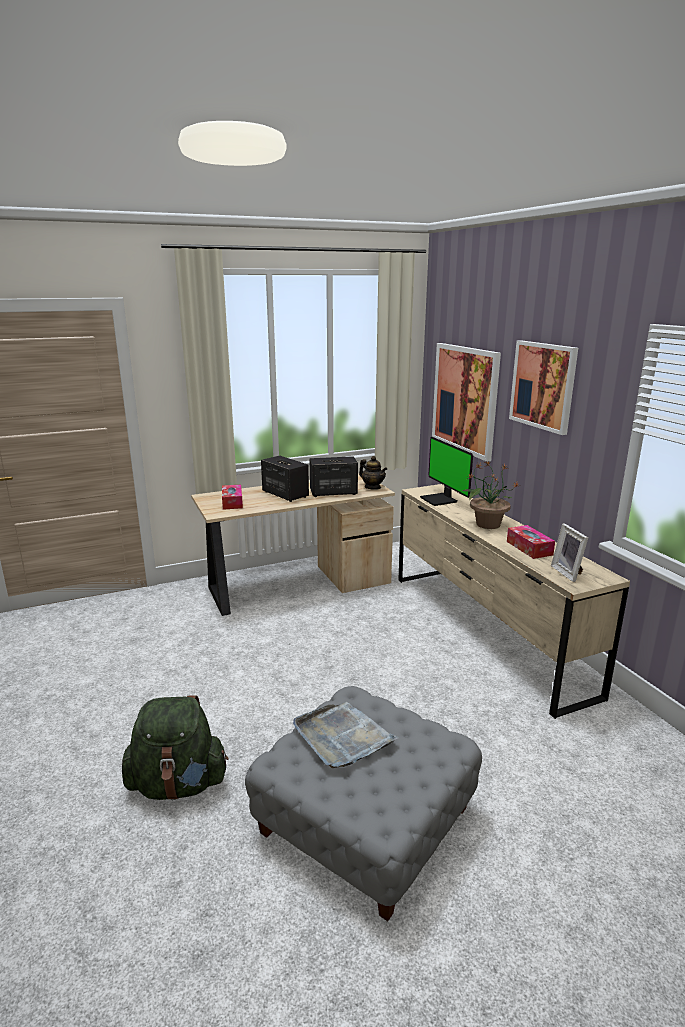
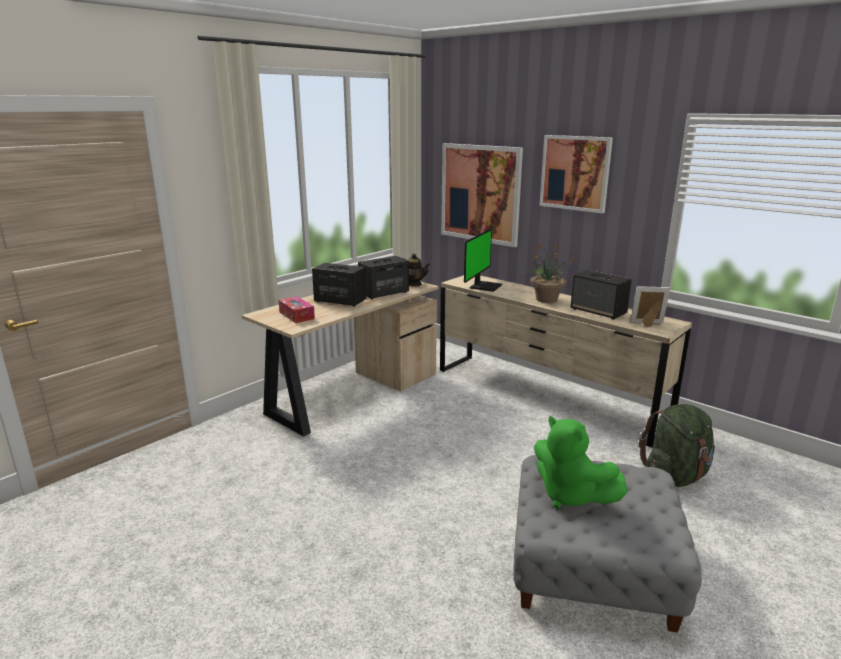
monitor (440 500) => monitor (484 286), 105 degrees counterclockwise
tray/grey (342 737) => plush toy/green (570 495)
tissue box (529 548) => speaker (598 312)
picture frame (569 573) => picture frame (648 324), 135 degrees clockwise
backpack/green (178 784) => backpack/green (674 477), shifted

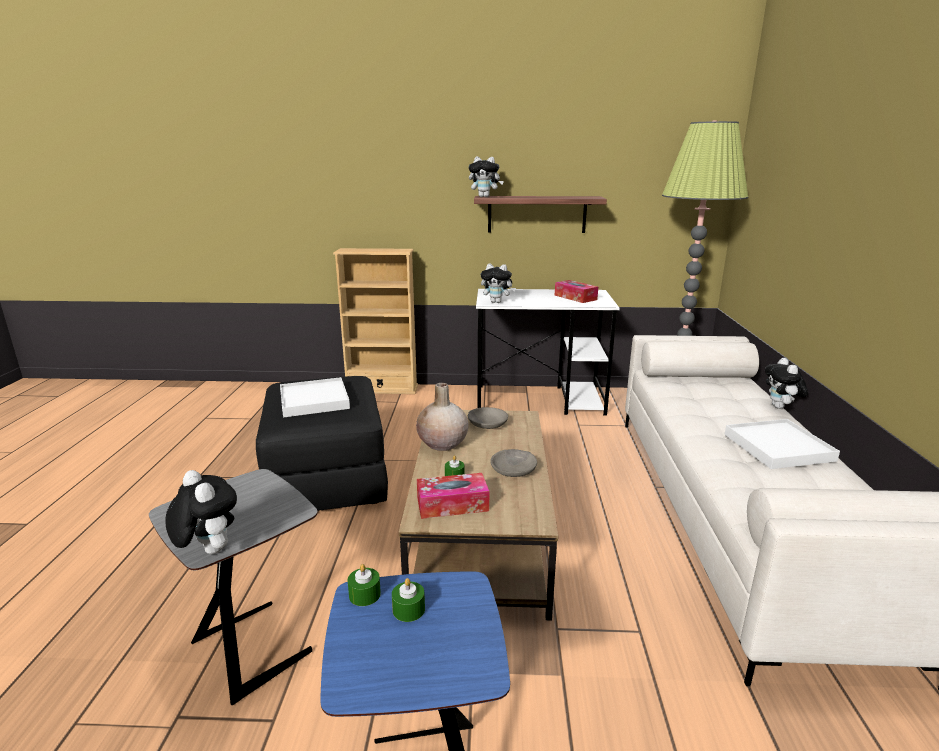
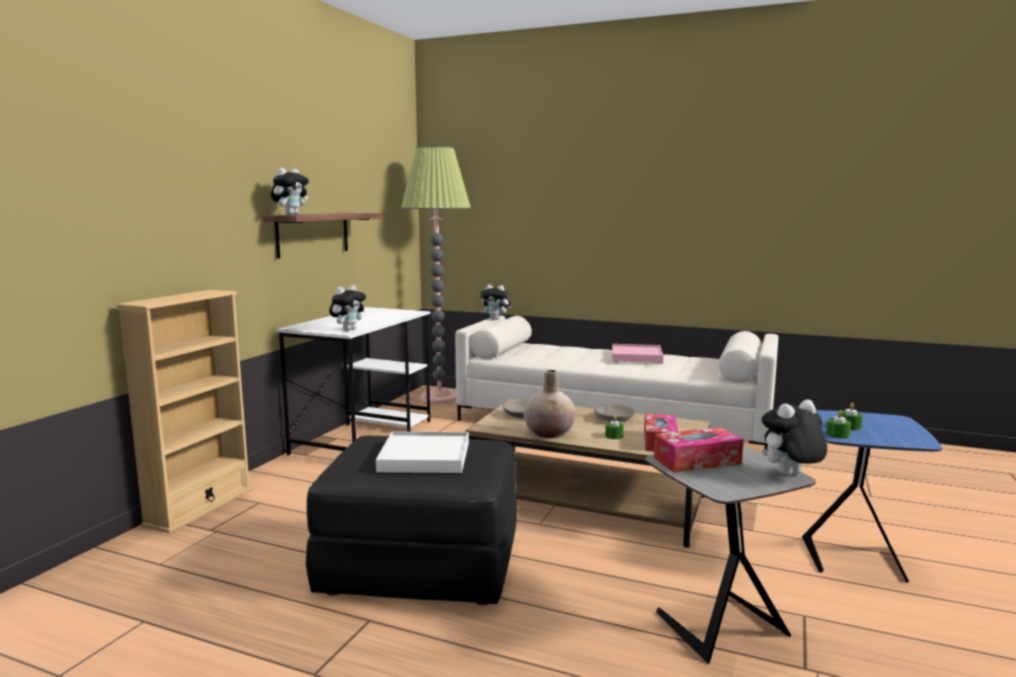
plush toy (780 407) => plush toy (496 319), shifted
tray/white (778 447) => tray/pink (636 356)
tissue box (575 297) => tissue box (697 461), shifted

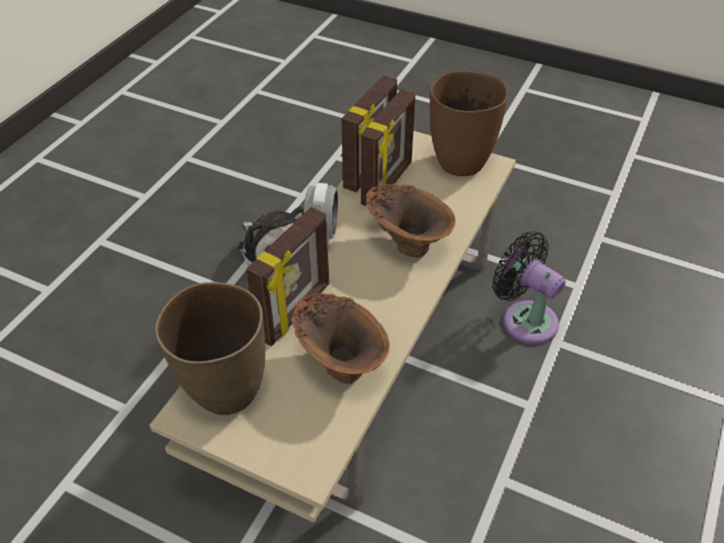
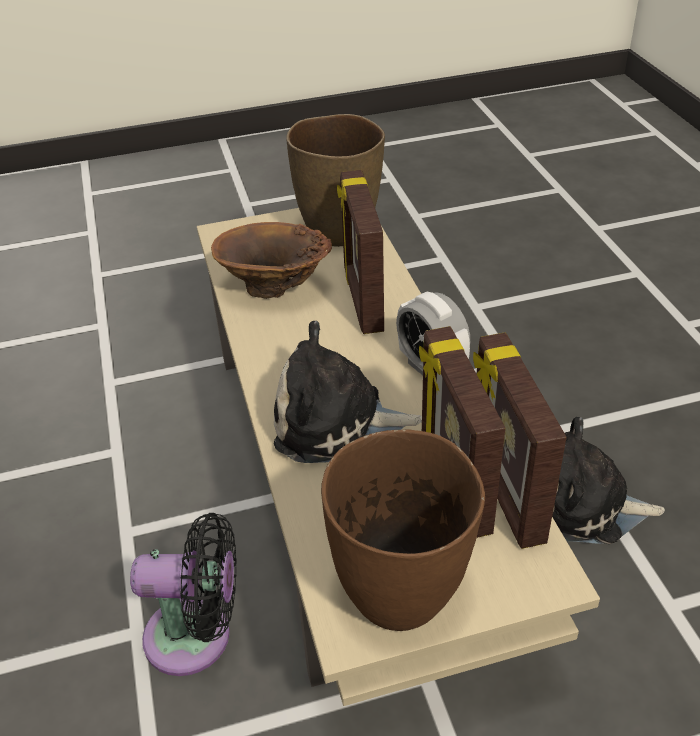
vase/brown (407 243) => plush toy (337 424)

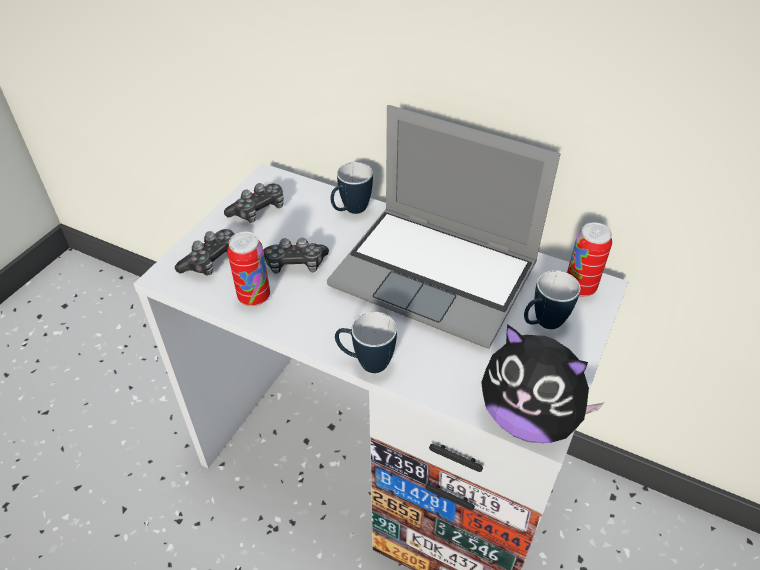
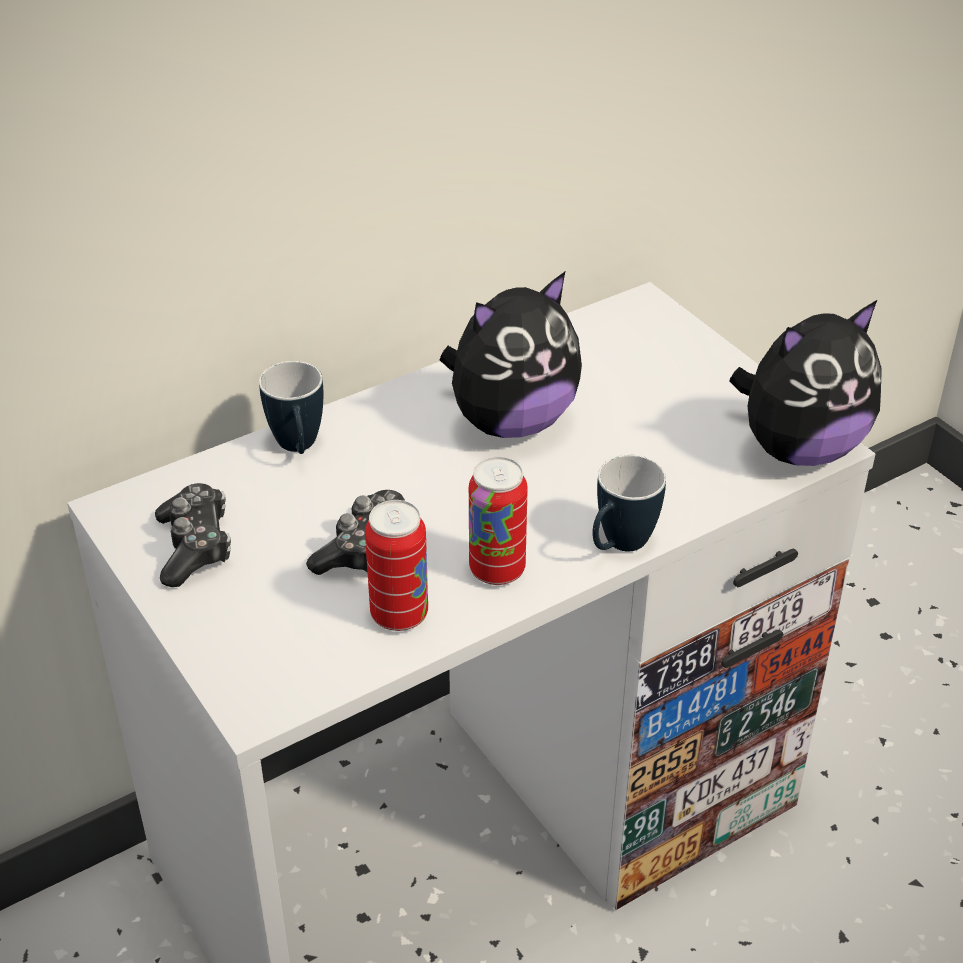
laptop (437 275) => plush toy (511 421)
can (580 287) => can (497 570), shifted
game controller (211 260) => nothing
mug (542 324) => nothing

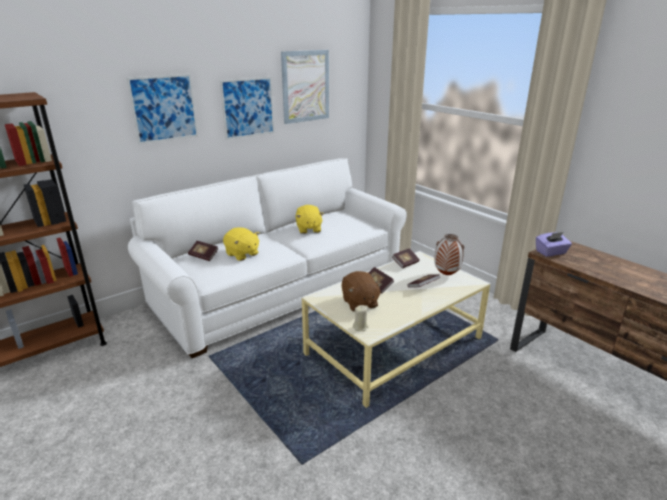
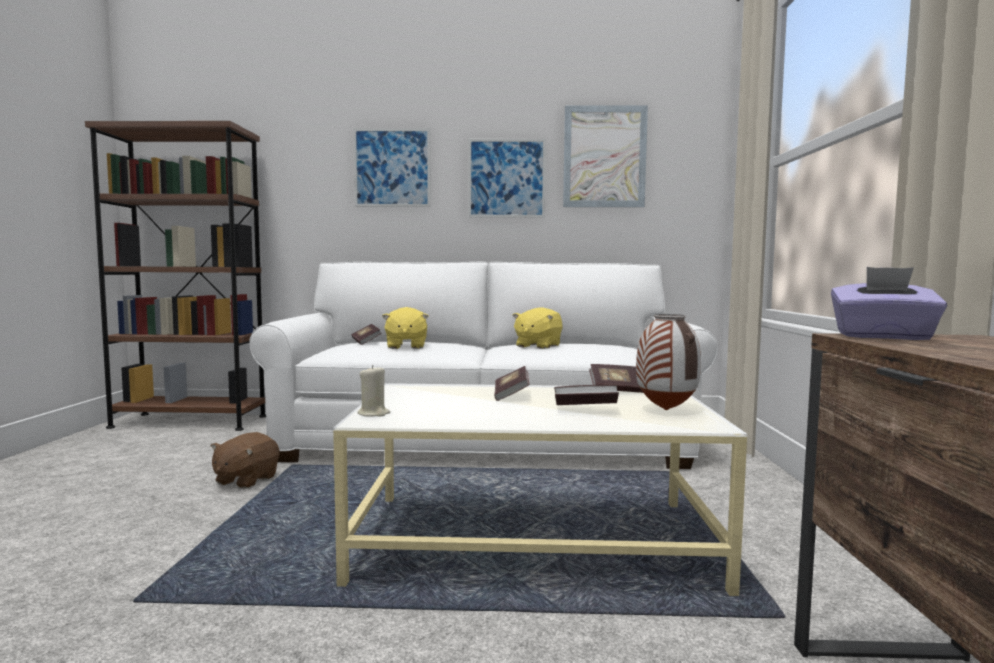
plush toy/brown (359 303) => plush toy/brown (245 480), shifted

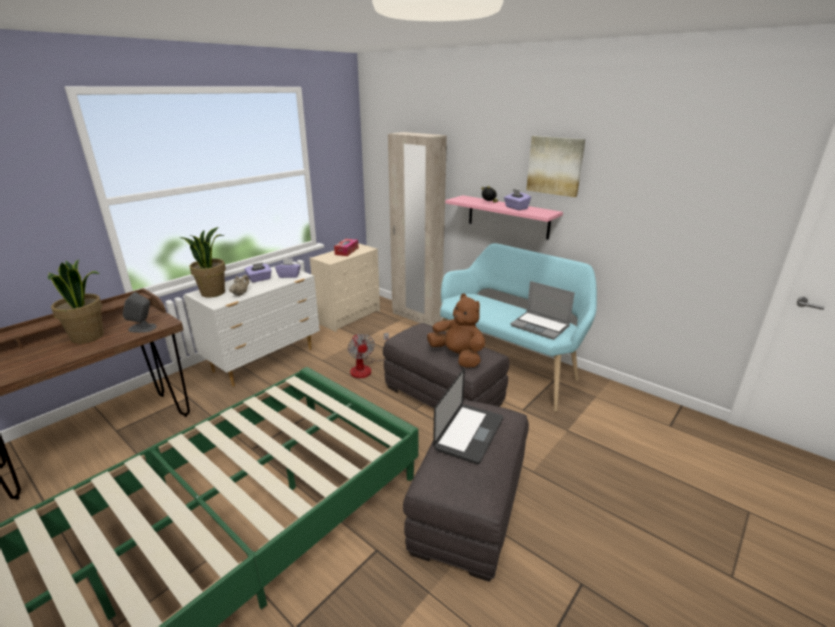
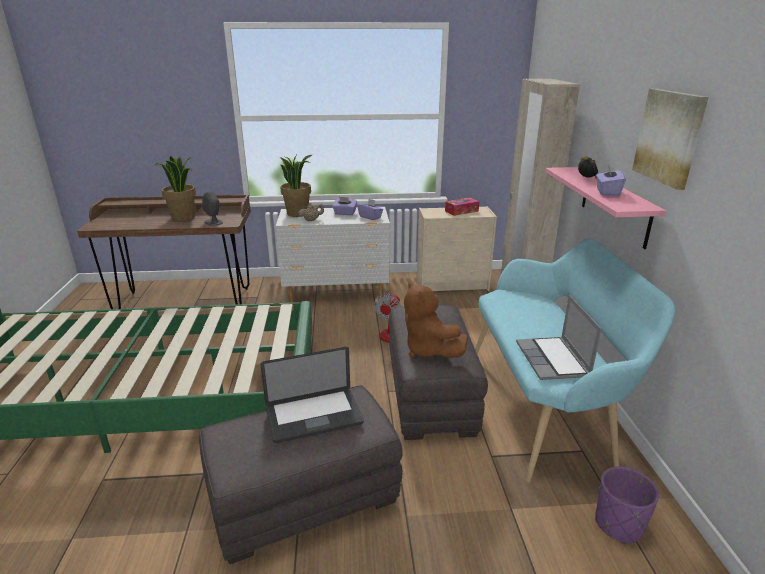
plush toy/brown (458 356) => plush toy/brown (428 350), 150 degrees clockwise
nothing => planter/purple (618 525)

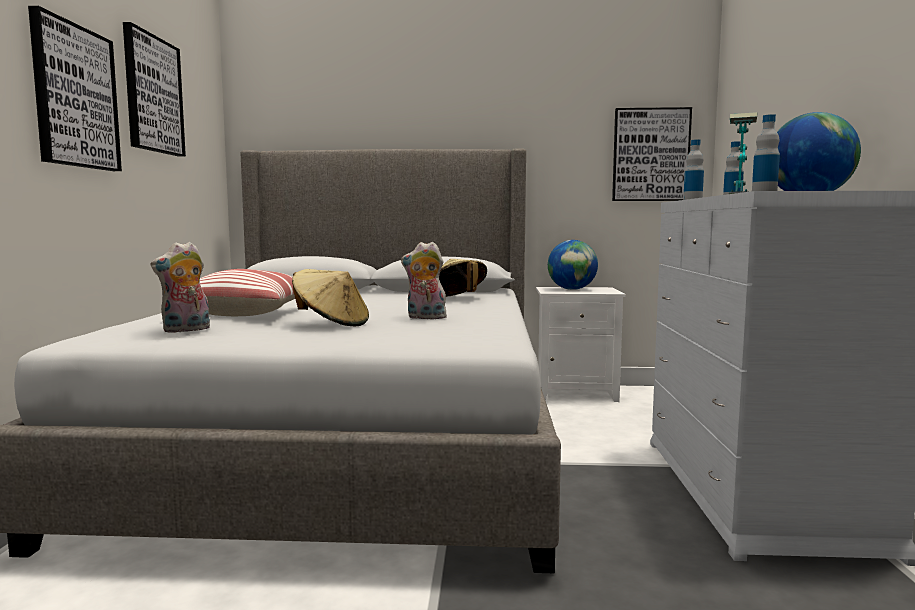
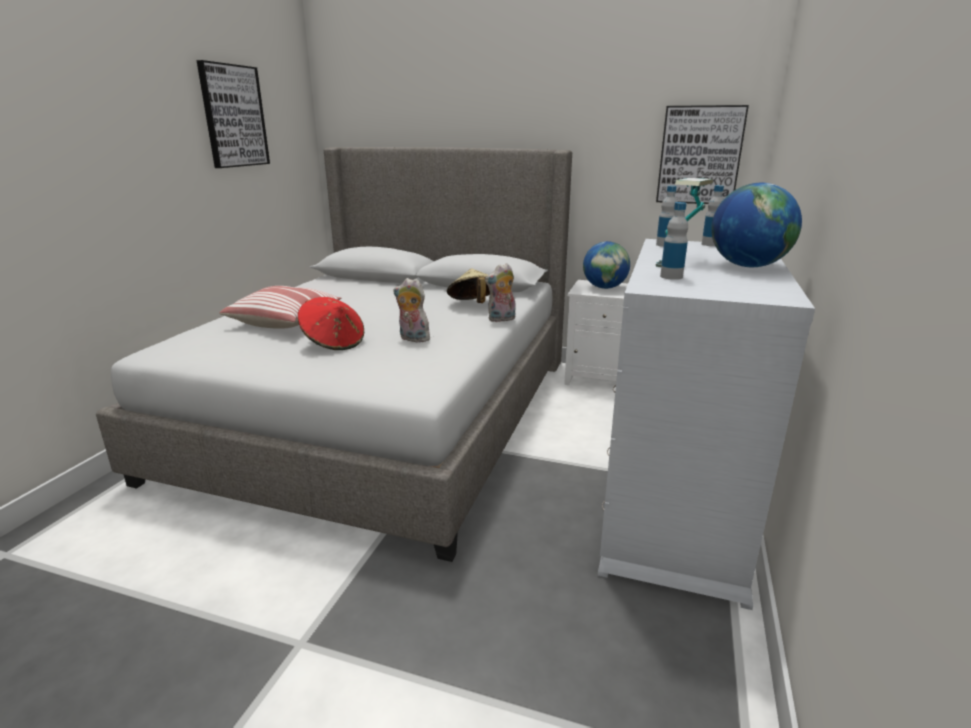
hat/beige (331 324) => hat/red (333 343)
plush toy (186 330) => plush toy (501 319), shifted
picture (75 97) => nothing

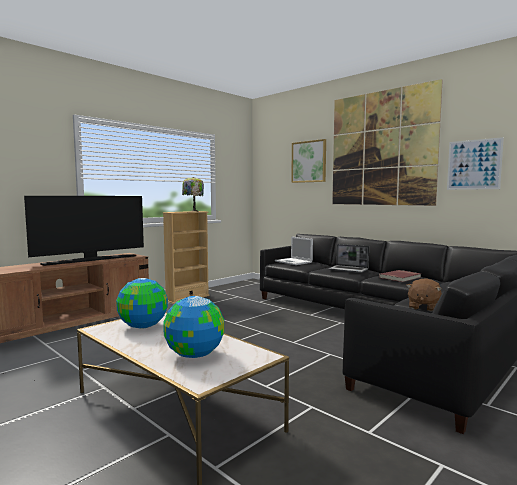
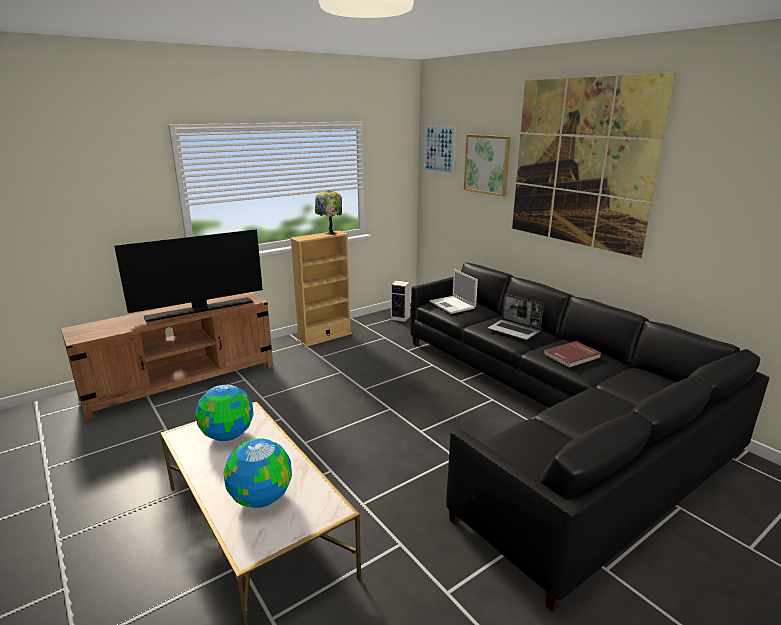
nothing => speaker (401 318)
picture (474 164) => picture (439 149), shifted
plush toy/brown (423 307) => nothing

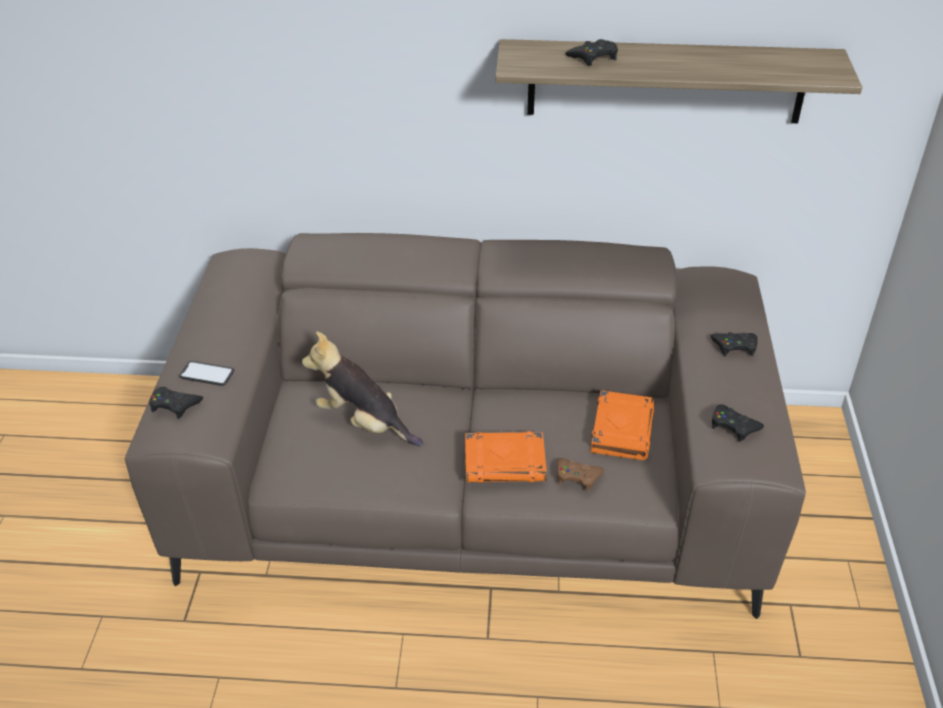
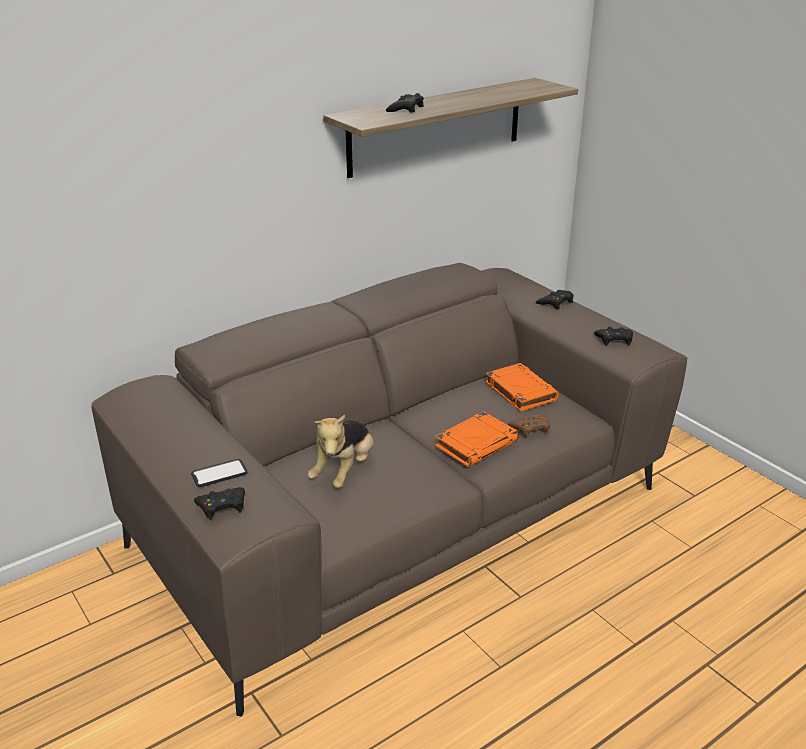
plush toy (364 423) => plush toy (344 470), 60 degrees counterclockwise

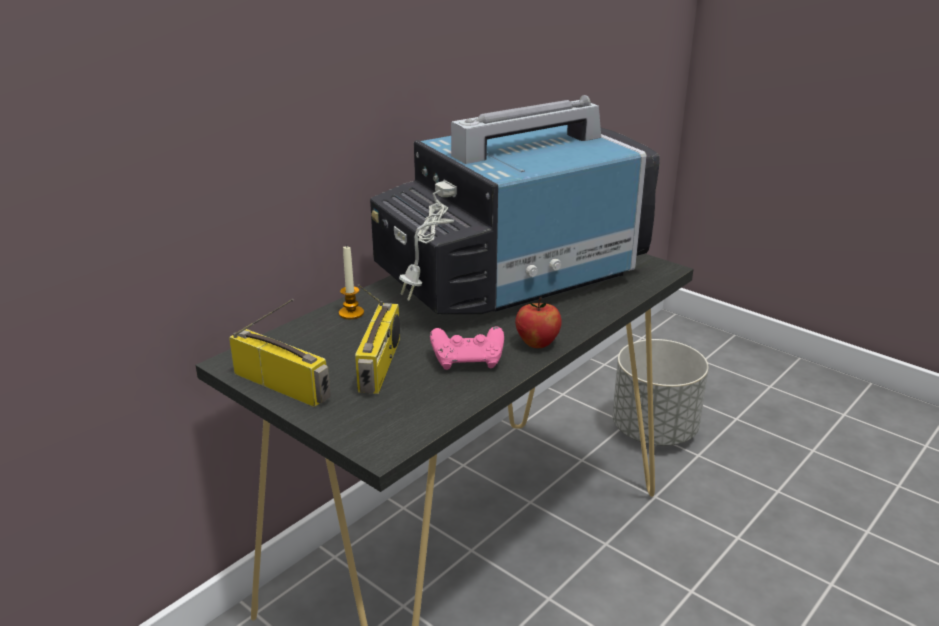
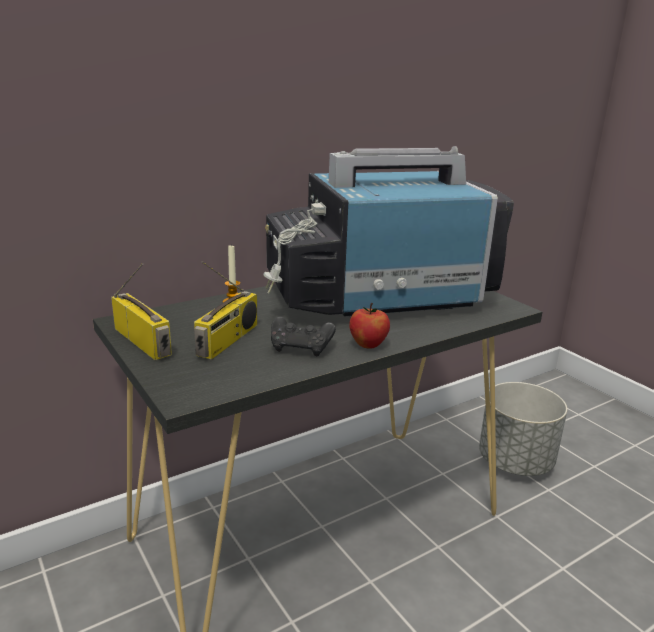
game controller/pink (468 361) => game controller/black (301 348)

